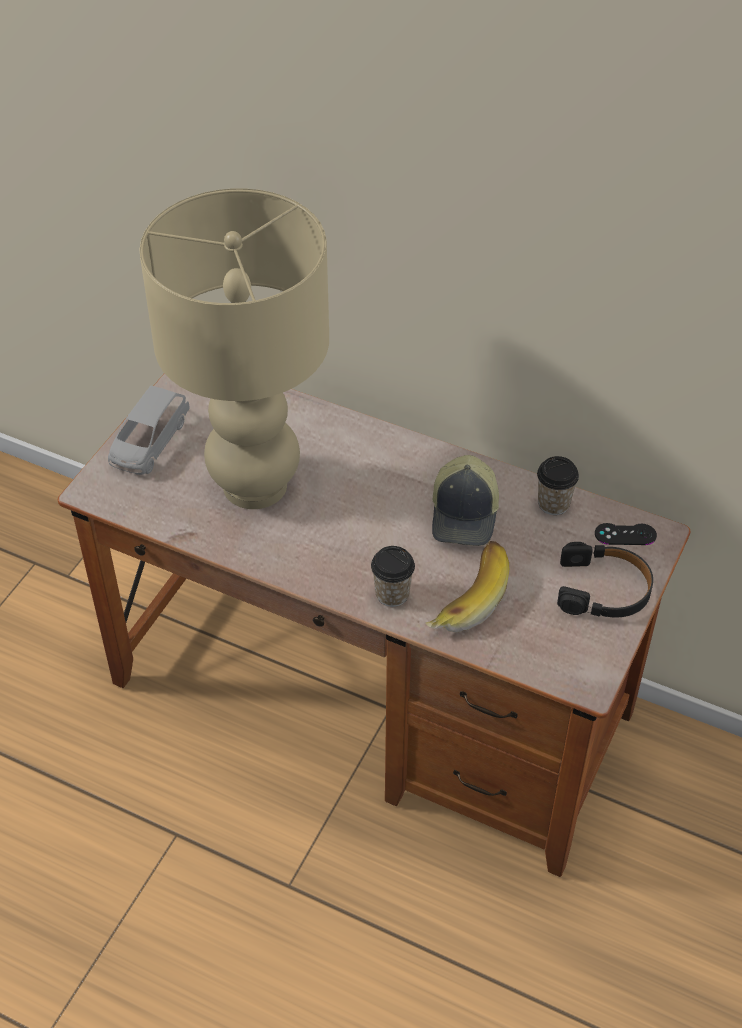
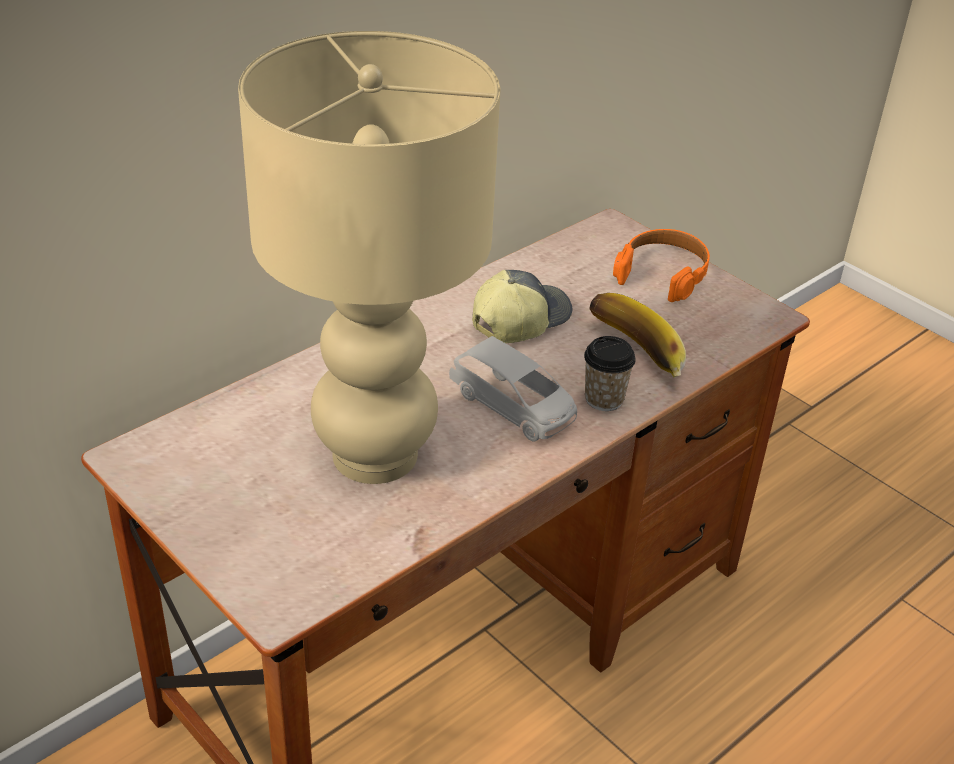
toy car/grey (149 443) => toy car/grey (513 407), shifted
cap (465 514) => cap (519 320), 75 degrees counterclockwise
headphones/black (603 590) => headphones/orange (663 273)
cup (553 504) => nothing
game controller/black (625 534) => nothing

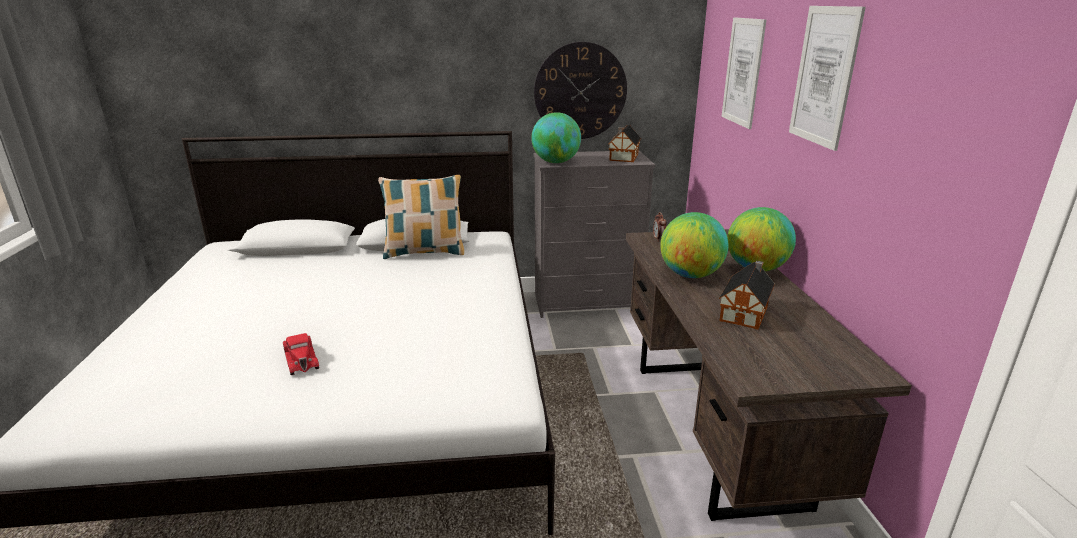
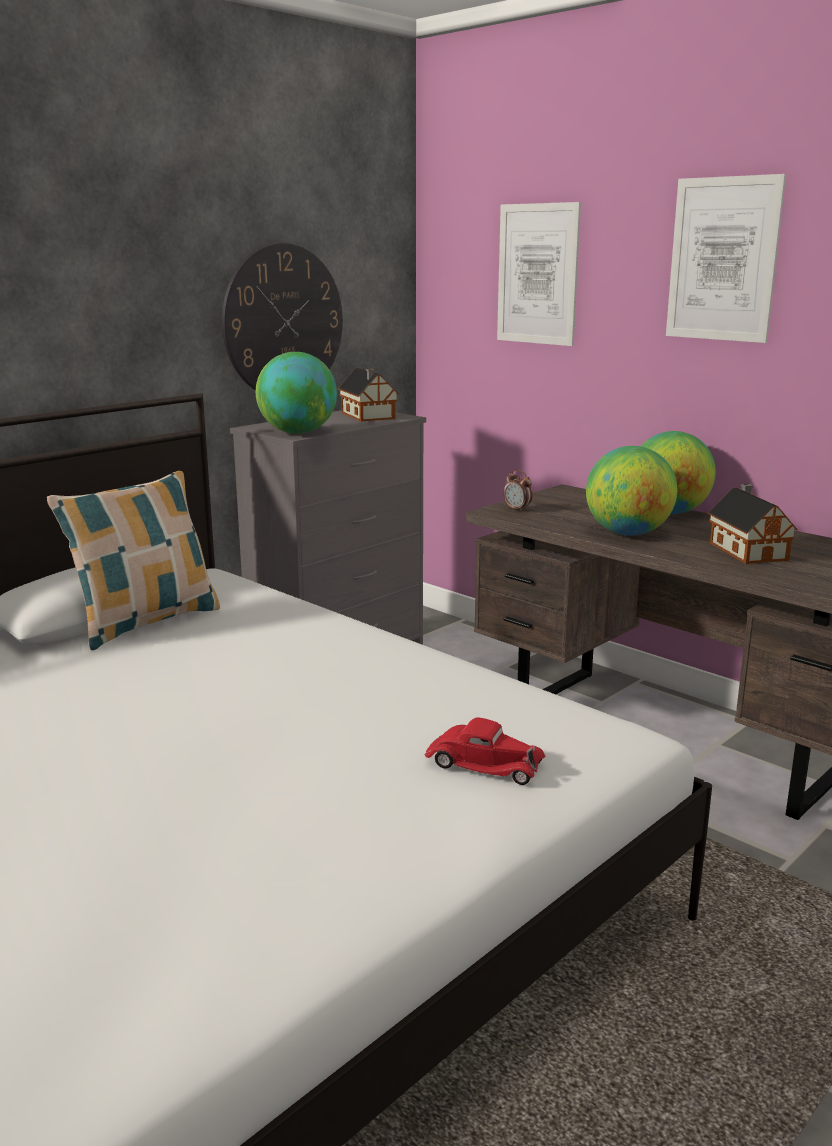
toy car/red (301 359) => toy car/red (483 764), shifted

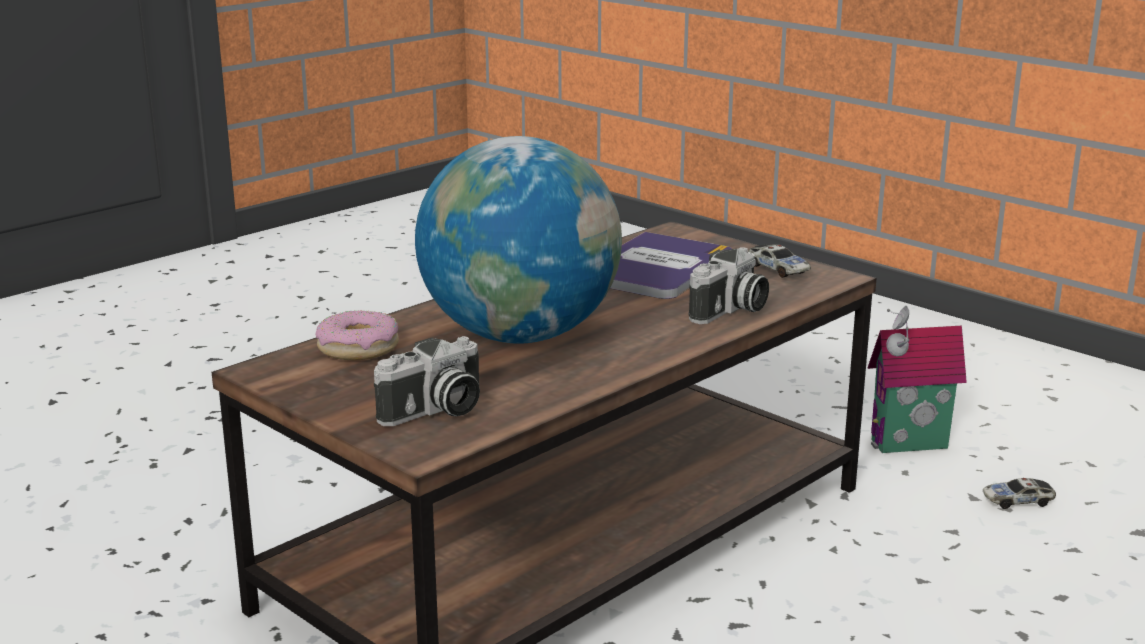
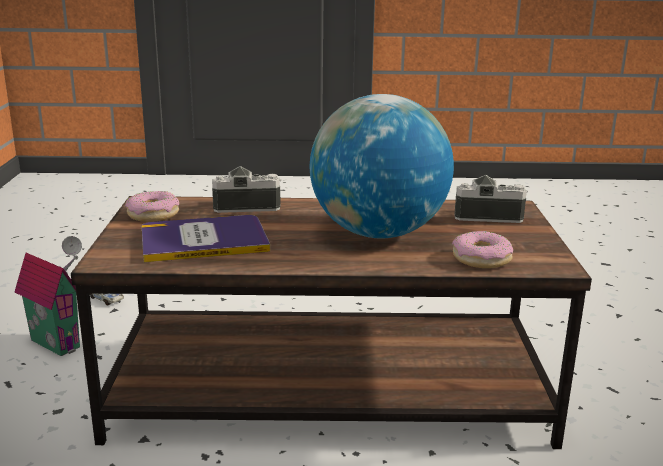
toy car (778 270) => donut (153 214)

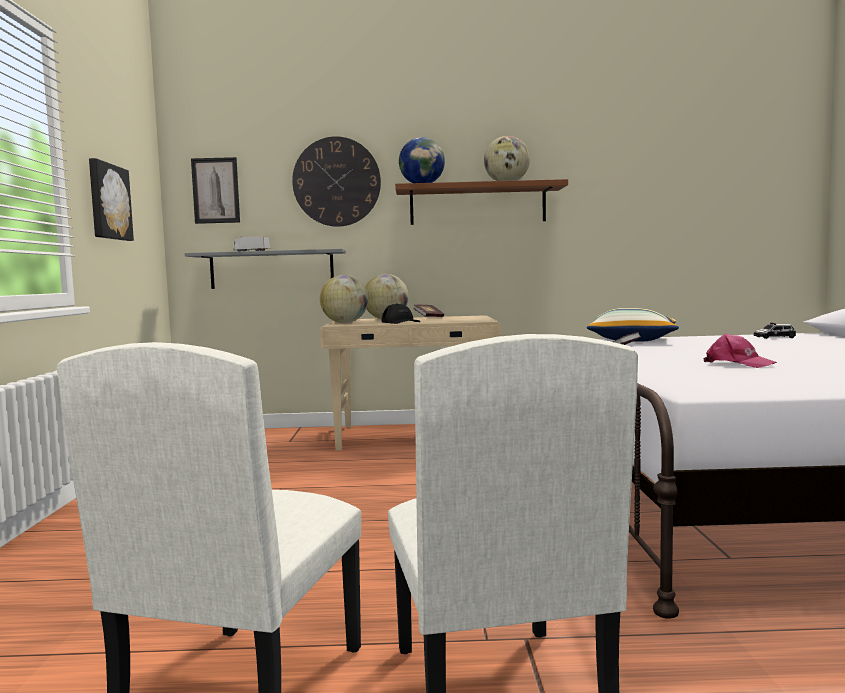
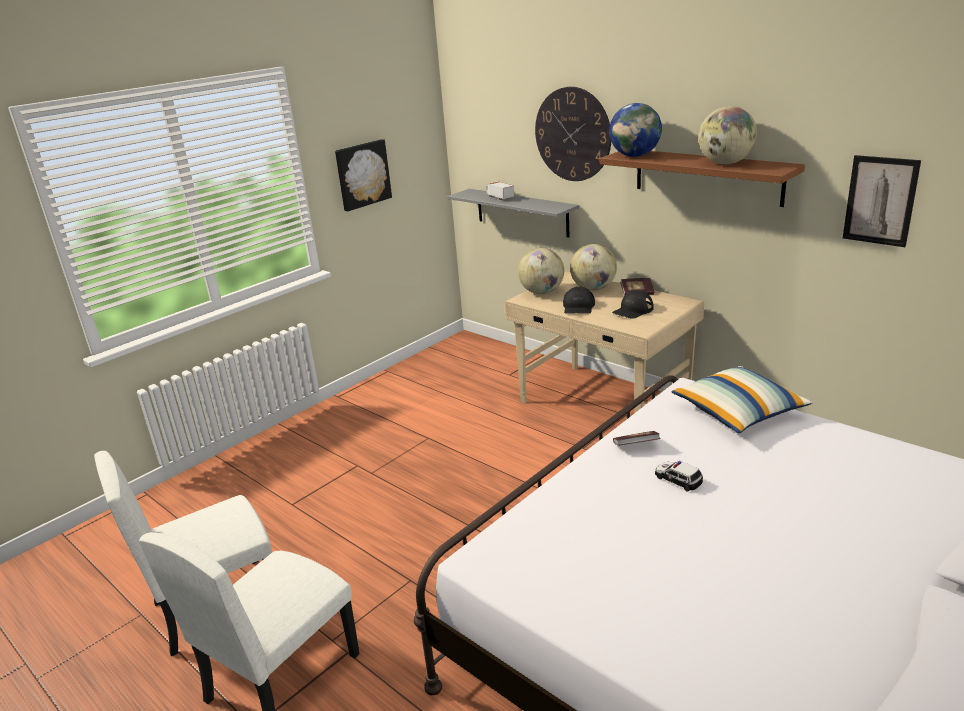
nothing => cap/black (633 310)
toy car (773 337) => toy car (677 479), shifted
picture (216 190) => picture (880 200), shifted
cap/pink (737 364) => nothing

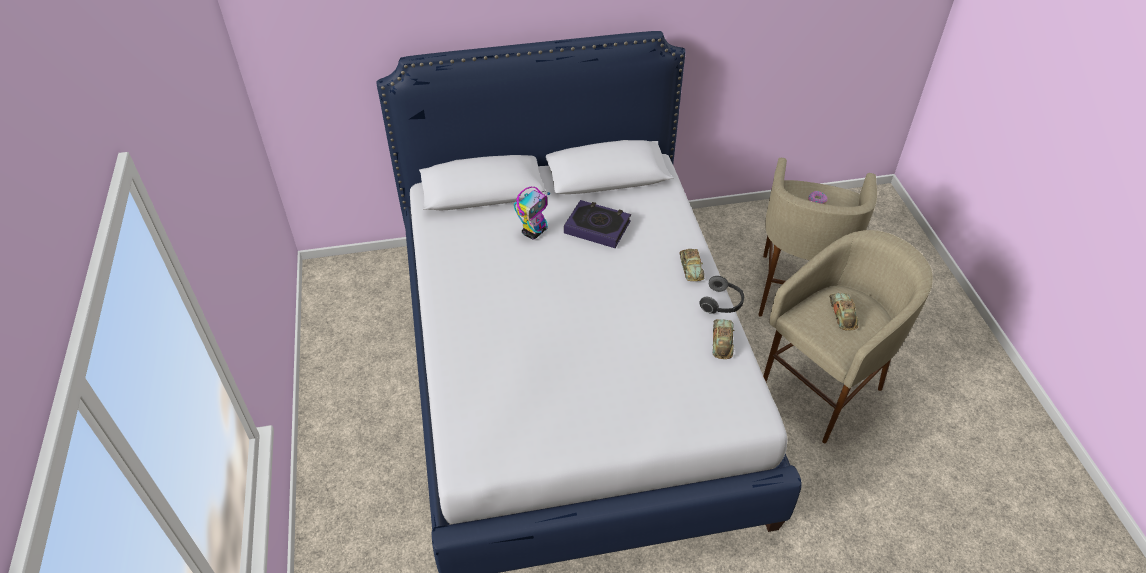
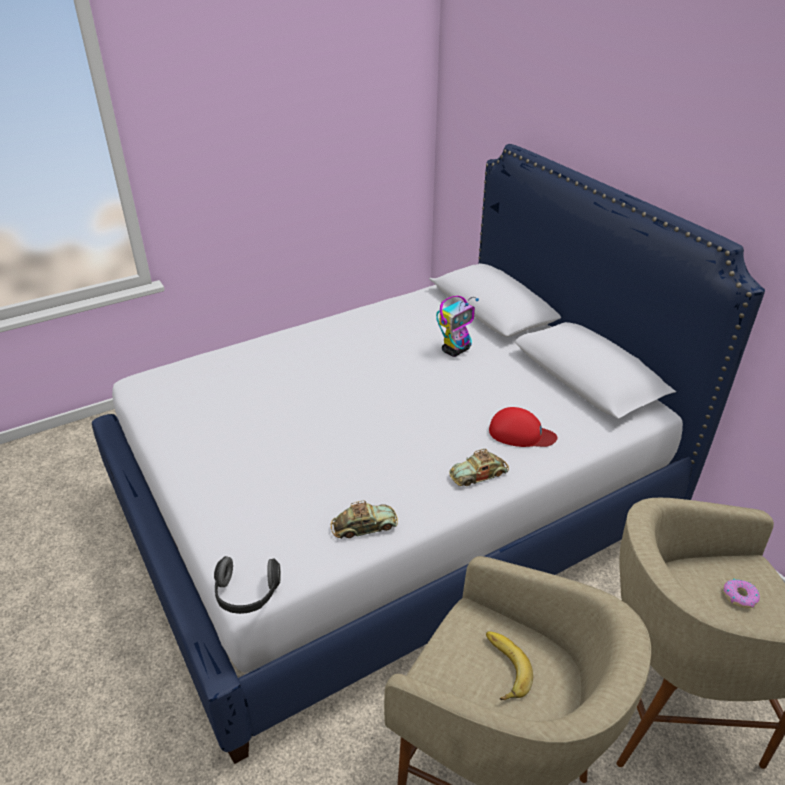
headphones (722 303) => headphones (247 595), shifted
toy robot (534 232) => toy robot (456 350), 60 degrees counterclockwise
toy car (842 314) => banana (501 668)
nothing => cap/red (521 433)
book (597 227) => nothing

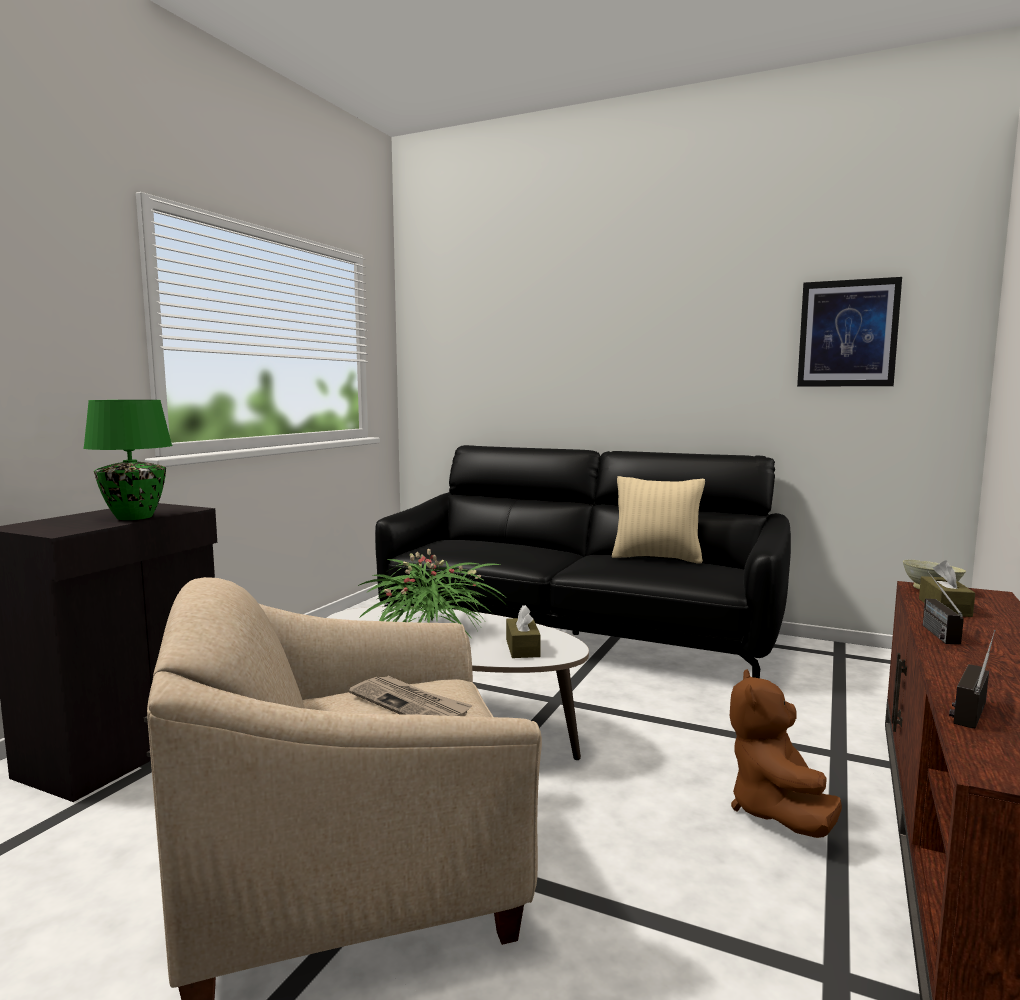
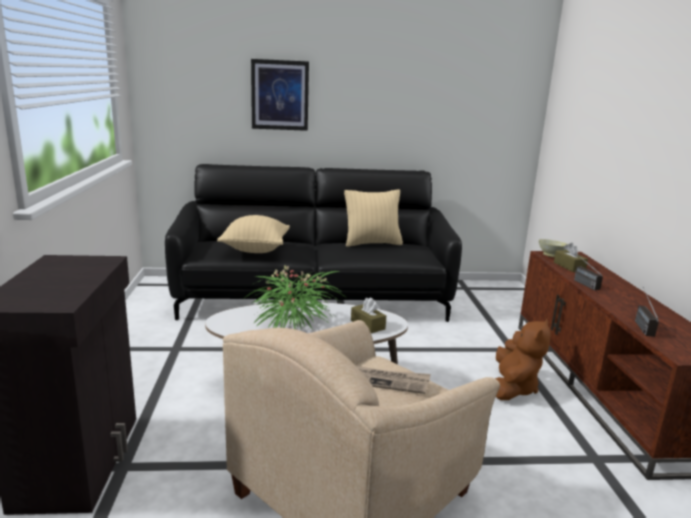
nothing => pillow/beige (255 249)
picture (847 333) => picture (280 95), shifted
plush toy/brown (776 811) => plush toy/brown (512 388), 135 degrees counterclockwise
table lamp/green (133 517) => nothing

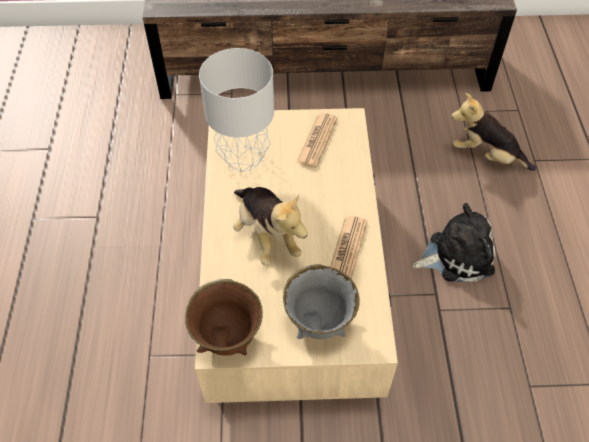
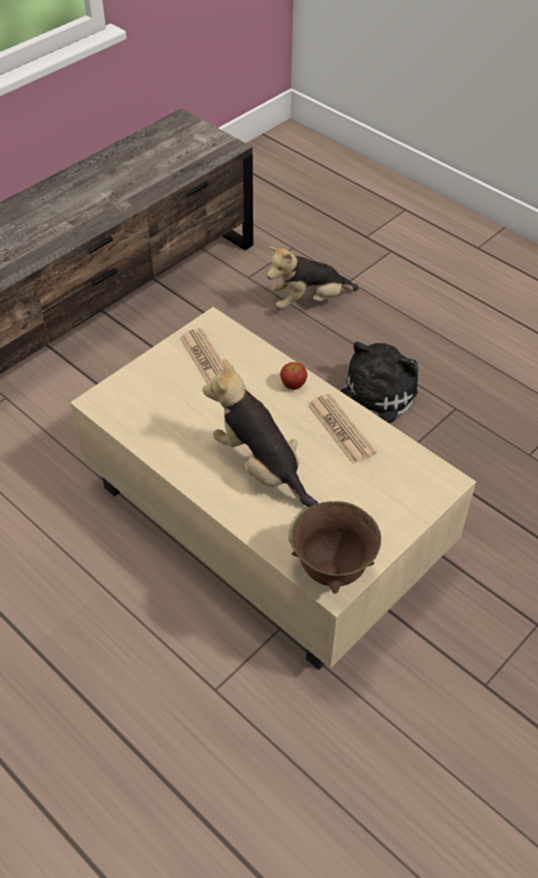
plush toy (266 235) => plush toy (261 467), 150 degrees counterclockwise
nothing => apple (293 385)
table lamp/grey (244 160) => nothing
bowl/grey (319 322) => nothing

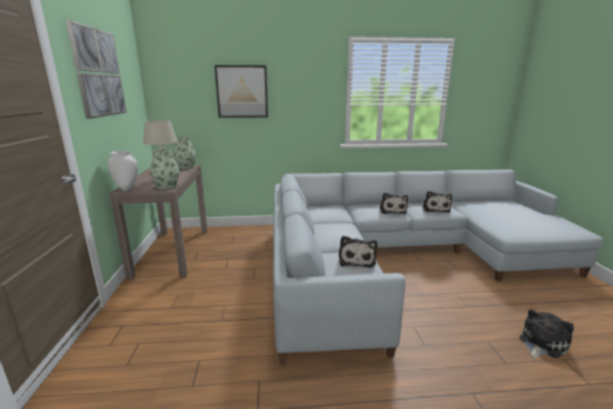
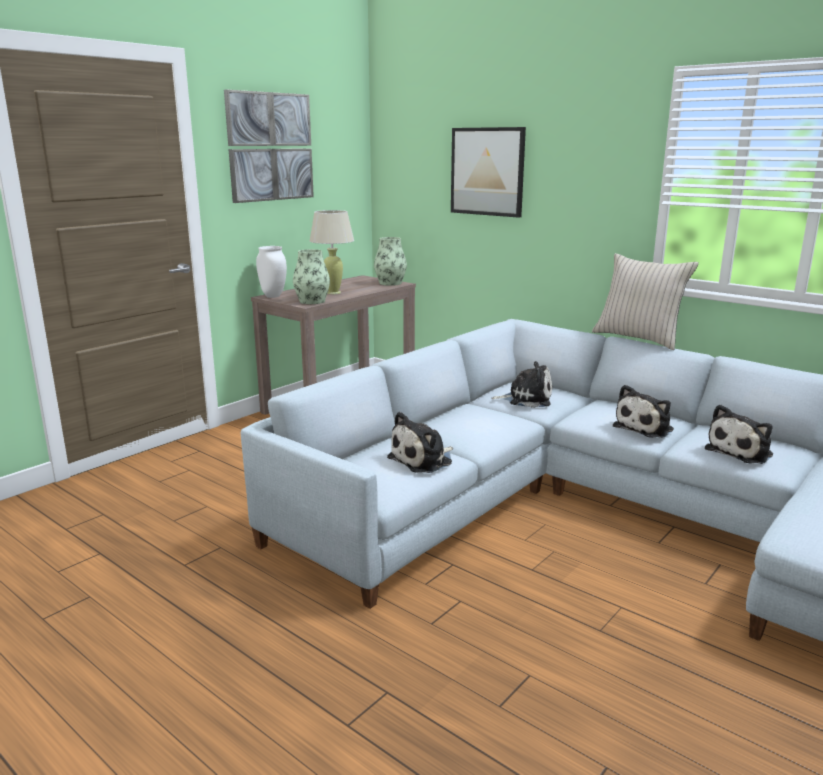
plush toy (541 343) => plush toy (526 399), shifted
nothing => pillow/beige (638 338)

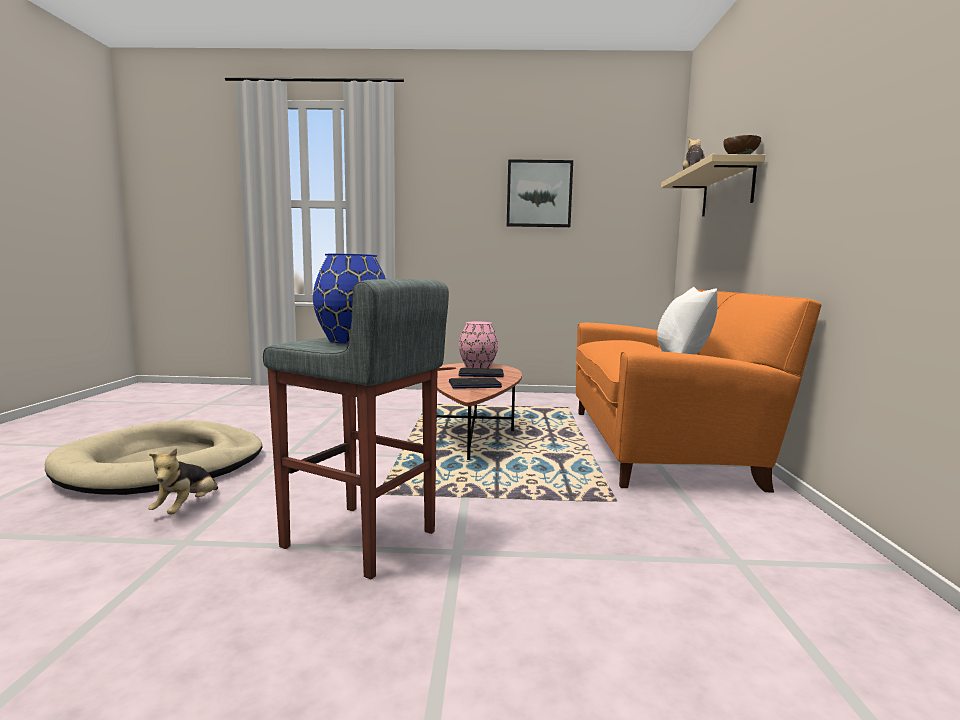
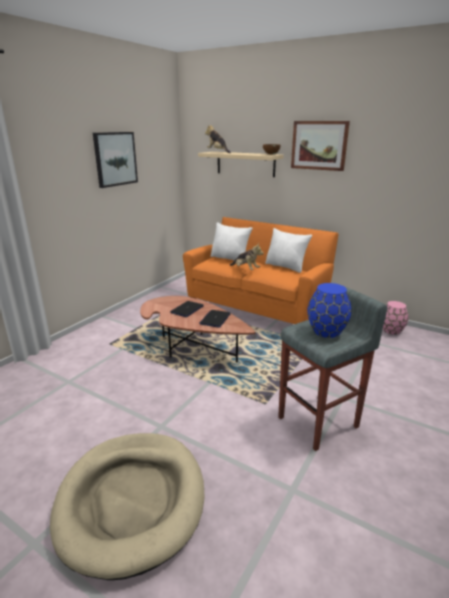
nothing => pillow/white (230 258)
plush toy (187 508) => plush toy (245 269), shifted
nothing => picture (319 145)
vase/pink (478 366) => vase/pink (391 330), shifted

